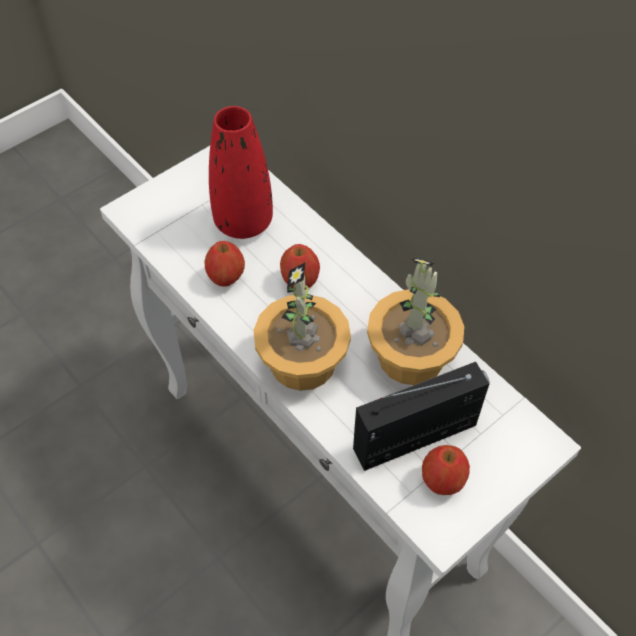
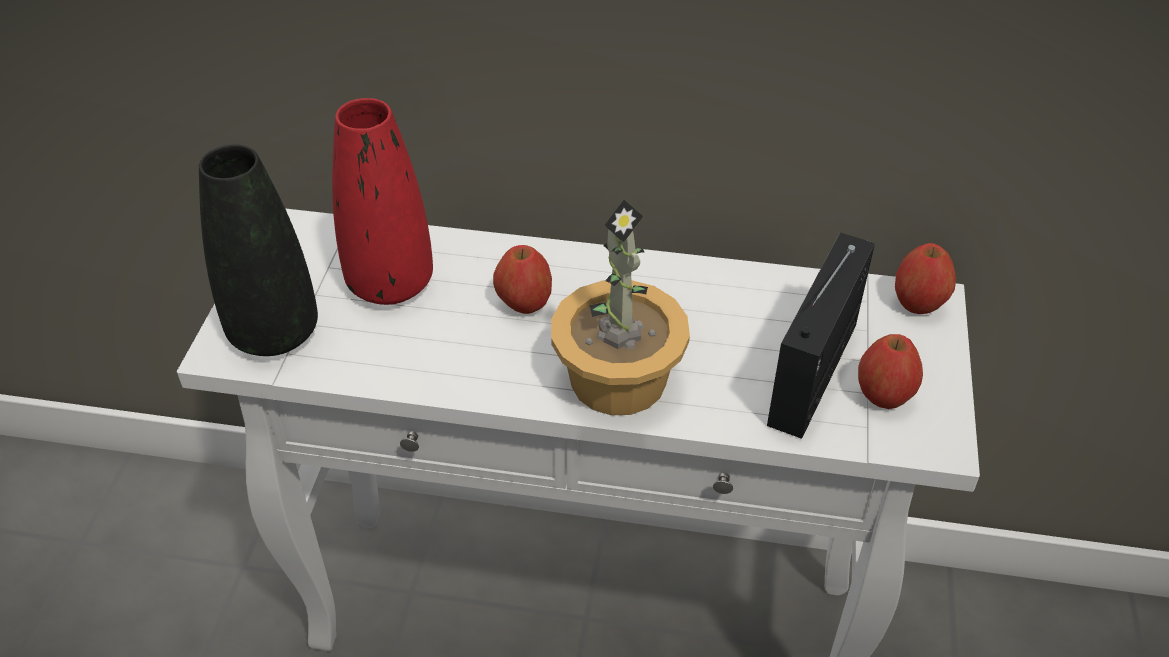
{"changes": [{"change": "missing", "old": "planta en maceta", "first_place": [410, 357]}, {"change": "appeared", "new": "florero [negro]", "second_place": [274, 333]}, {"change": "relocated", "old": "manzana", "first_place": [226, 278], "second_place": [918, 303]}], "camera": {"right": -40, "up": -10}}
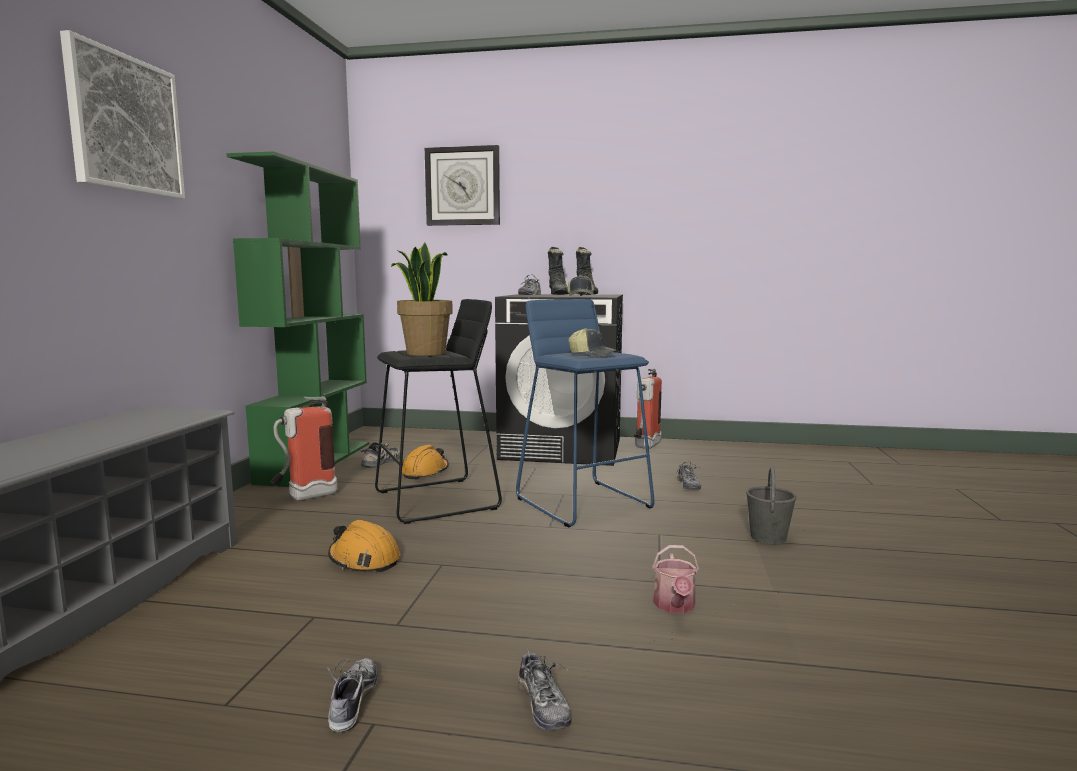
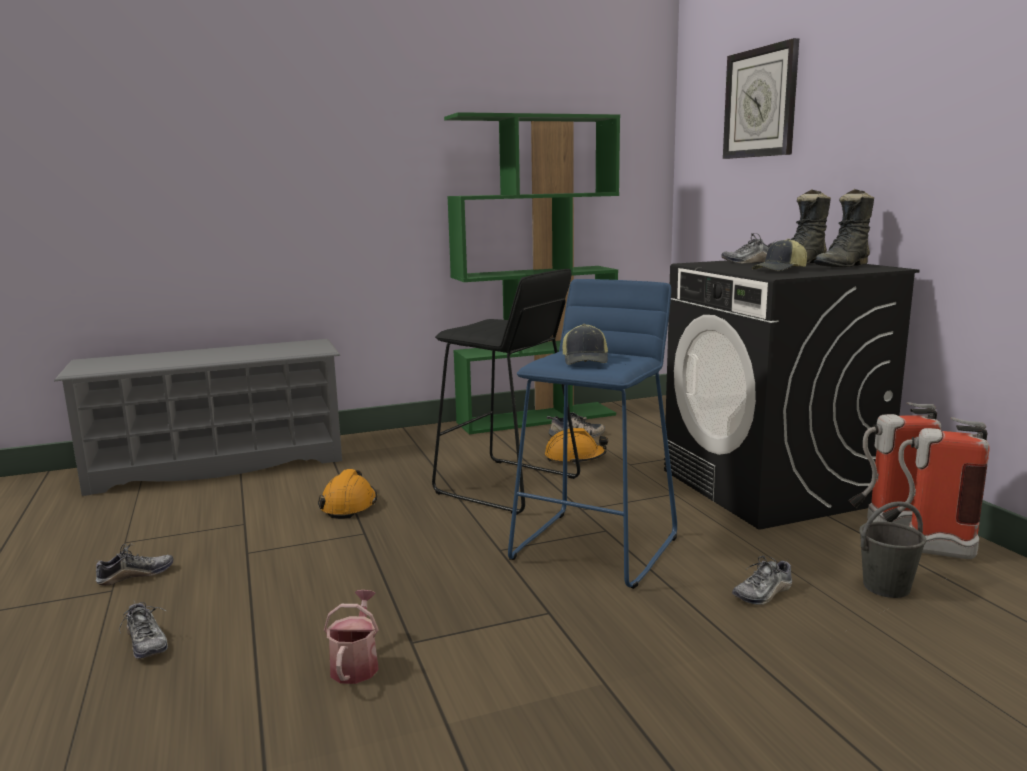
{"changes": [{"change": "missing", "old": "cuadro", "first_place": [125, 124]}, {"change": "missing", "old": "planta en maceta", "first_place": [425, 353]}, {"change": "relocated", "old": "extintor", "first_place": [304, 497], "second_place": [926, 549]}, {"change": "relocated", "old": "cubo [gris]", "first_place": [768, 537], "second_place": [887, 587]}, {"change": "spun", "old": "zapato", "first_place": [543, 705], "second_place": [146, 643], "degrees": -75}, {"change": "spun", "old": "regadera", "first_place": [675, 606], "second_place": [356, 664], "degrees": 120}], "camera": {"right": 60, "up": 5}}
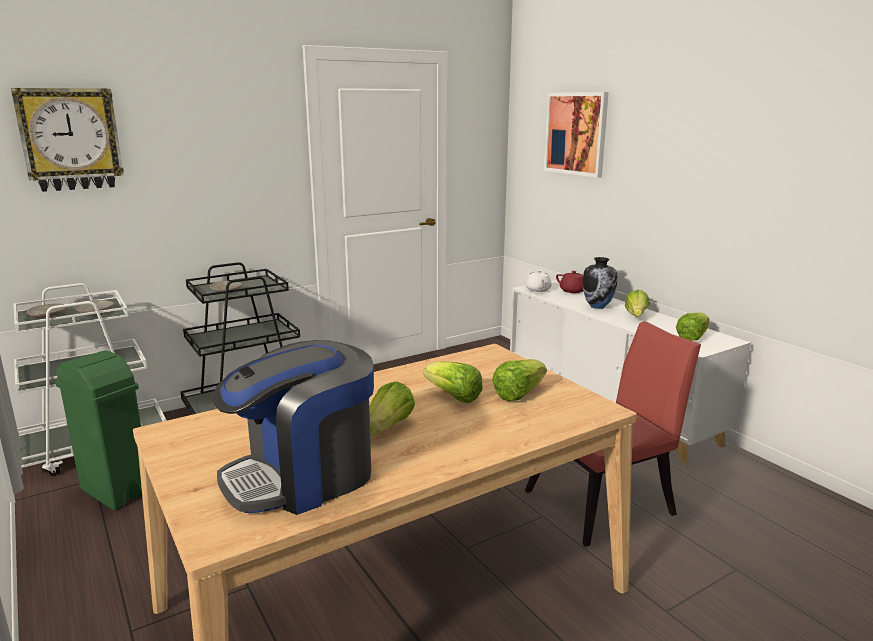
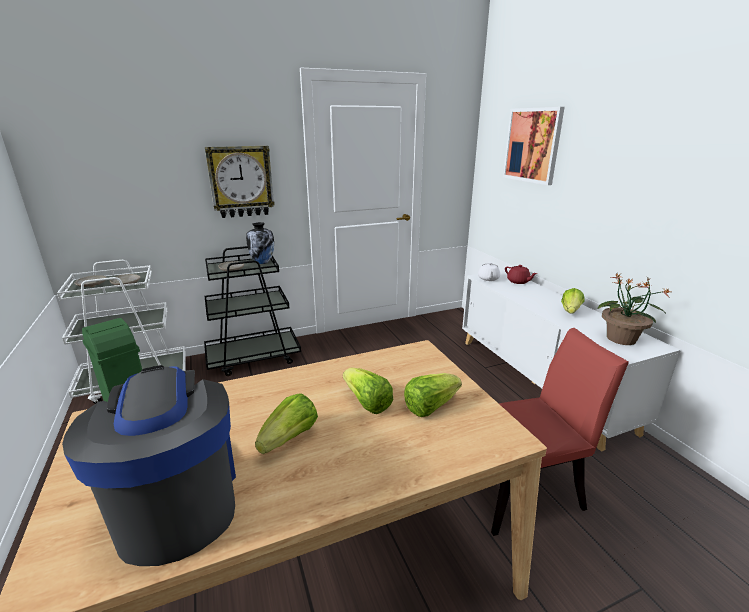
{"changes": [{"change": "relocated", "old": "reloj de pared", "first_place": [70, 139], "second_place": [241, 181]}, {"change": "relocated", "old": "florero", "first_place": [598, 306], "second_place": [263, 262]}, {"change": "exchanged", "old": "lechuga", "new": "planta en maceta", "first_place": [692, 337], "second_place": [621, 339]}, {"change": "spun", "old": "cafetera", "first_place": [303, 476], "second_place": [177, 500], "degrees": 90}], "camera": {"right": 10, "up": 5}}
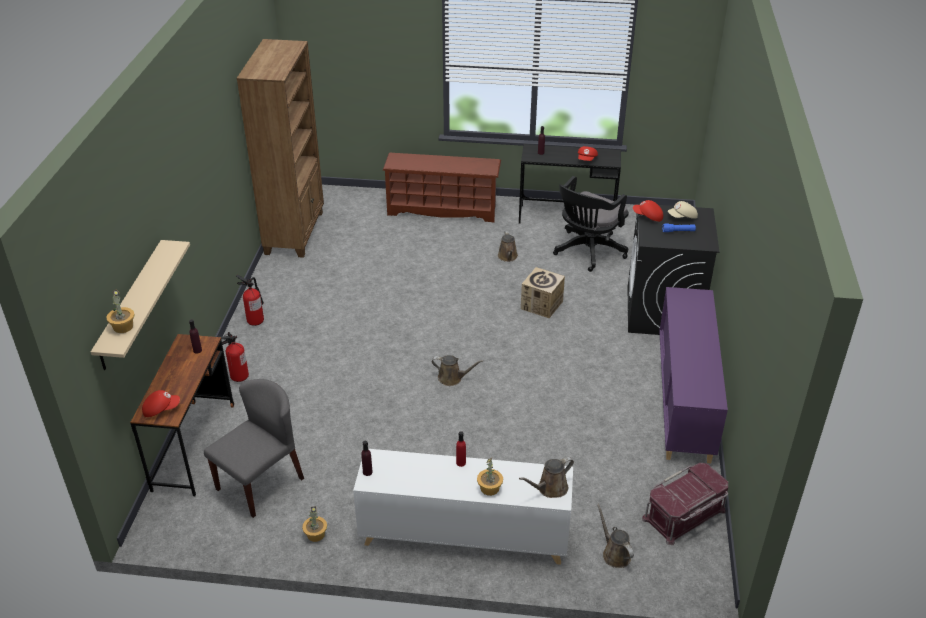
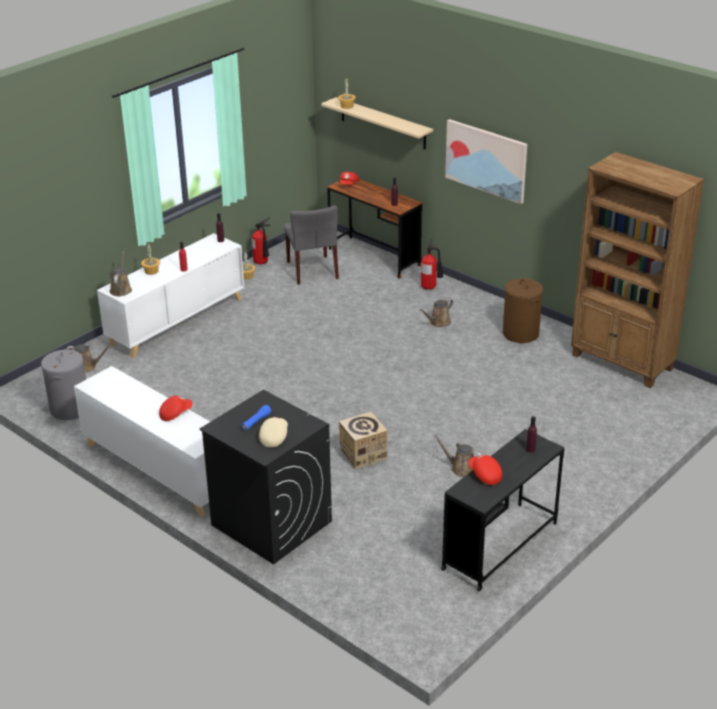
{"changes": [{"change": "missing", "old": "zapatero [marrón]", "first_place": [443, 210]}, {"change": "missing", "old": "silla de oficina [negro]", "first_place": [587, 252]}, {"change": "appeared", "new": "cuadro", "second_place": [486, 160]}, {"change": "appeared", "new": "cesto de la ropa [marrón]", "second_place": [521, 334]}, {"change": "relocated", "old": "extintor", "first_place": [256, 320], "second_place": [262, 263]}, {"change": "relocated", "old": "regadera [marrón]", "first_place": [452, 378], "second_place": [438, 322]}, {"change": "relocated", "old": "gorra [rojo]", "first_place": [648, 217], "second_place": [175, 413]}, {"change": "exchanged", "old": "caja de almacenaje [rojo]", "new": "cesto de la ropa [gris]", "first_place": [685, 515], "second_place": [70, 408]}, {"change": "colour", "old": "armario [morado]", "new": "armario [blanco]", "first_place": [684, 400], "second_place": [158, 469]}], "camera": {"right": 125, "up": -5}}
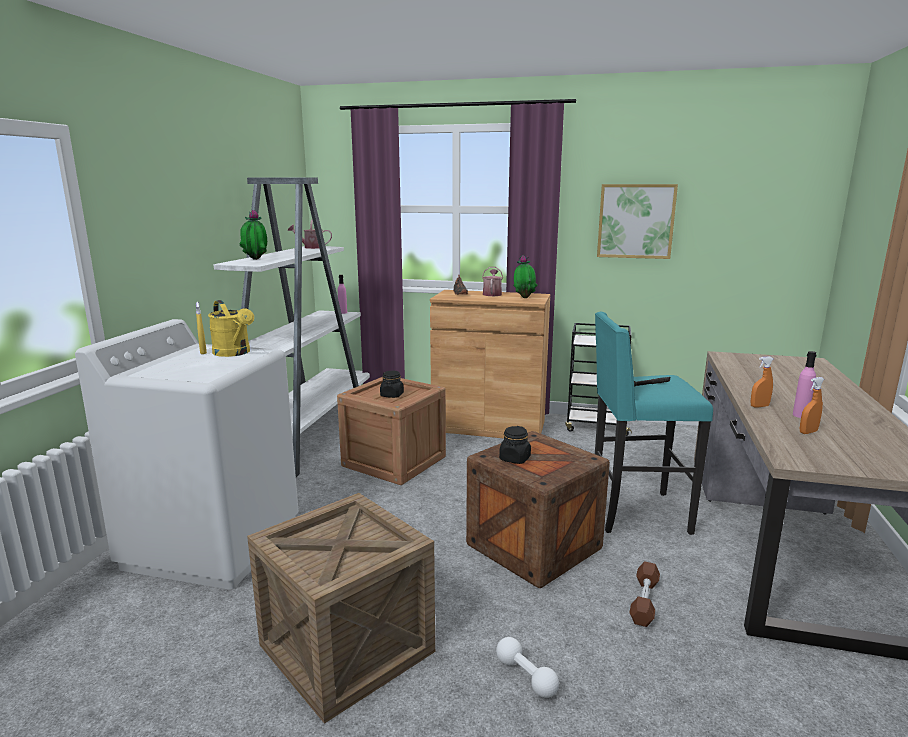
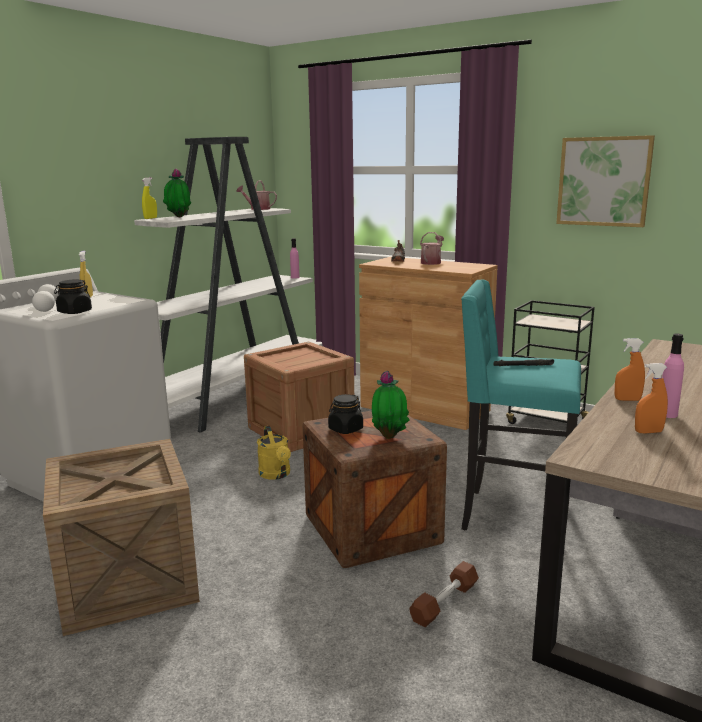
{"changes": [{"change": "appeared", "new": "pulverizador [amarillo]", "second_place": [150, 218]}, {"change": "relocated", "old": "regadera [amarillo]", "first_place": [234, 353], "second_place": [276, 475]}, {"change": "relocated", "old": "tarro [negro]", "first_place": [392, 395], "second_place": [74, 312]}, {"change": "relocated", "old": "mancuerna [blanco]", "first_place": [526, 676], "second_place": [47, 307]}, {"change": "relocated", "old": "planta en maceta", "first_place": [524, 297], "second_place": [389, 436]}], "camera": {"right": 20, "up": 0}}
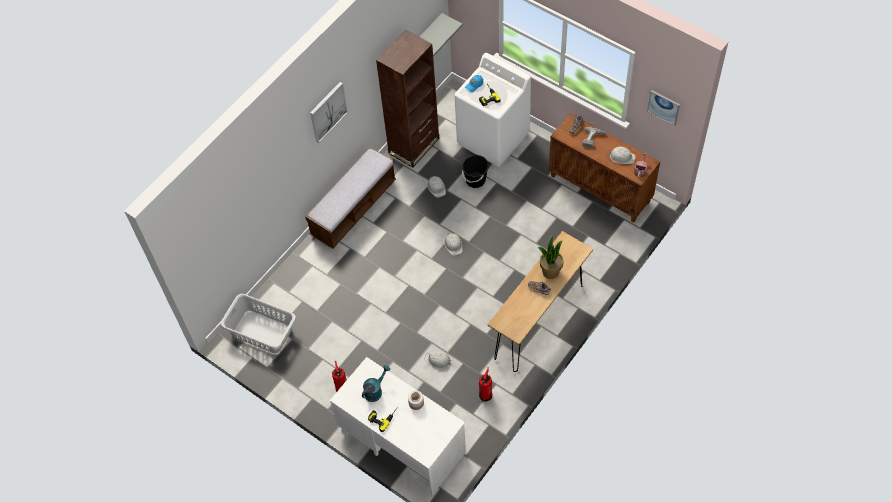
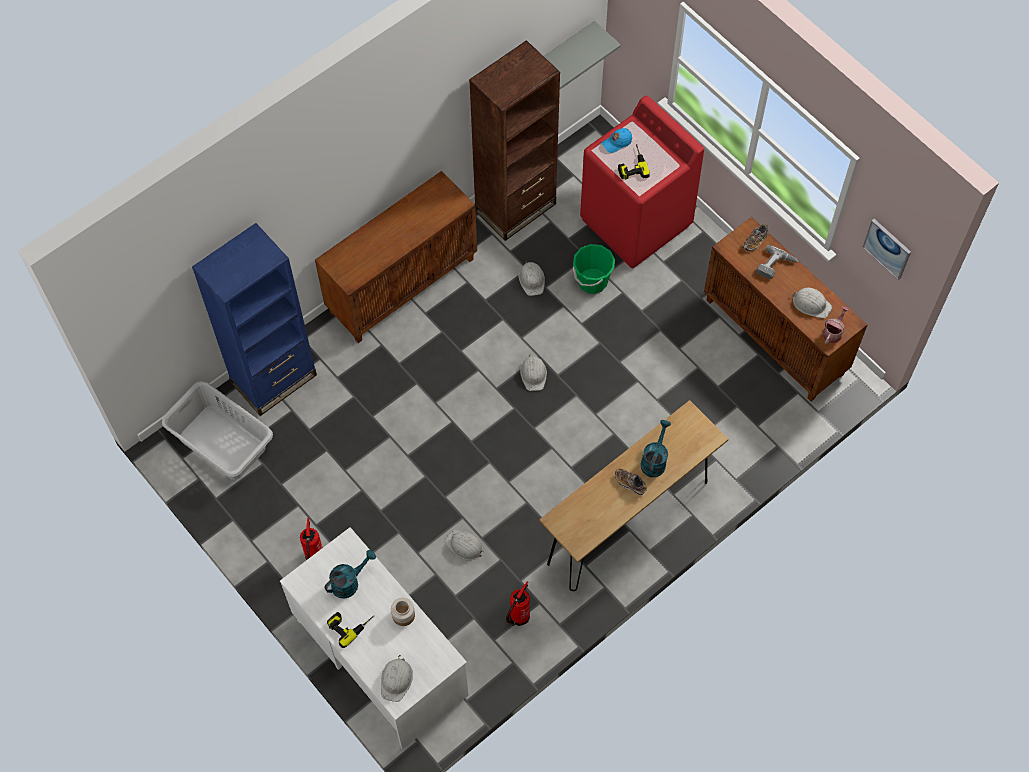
{"changes": [{"change": "missing", "old": "cuadro", "first_place": [328, 111]}, {"change": "appeared", "new": "estantería [azul]", "second_place": [274, 379]}, {"change": "appeared", "new": "casco [blanco]", "second_place": [396, 679]}, {"change": "exchanged", "old": "banco", "new": "armario [marrón]", "first_place": [354, 208], "second_place": [402, 285]}, {"change": "exchanged", "old": "planta en maceta", "new": "regadera [turquesa]", "first_place": [550, 271], "second_place": [654, 460]}, {"change": "colour", "old": "lavadora [blanco]", "new": "lavadora [rojo]", "first_place": [493, 138], "second_place": [636, 222]}, {"change": "colour", "old": "cubo [negro]", "new": "cubo [verde]", "first_place": [475, 180], "second_place": [592, 281]}], "camera": {"right": 10, "up": 5}}
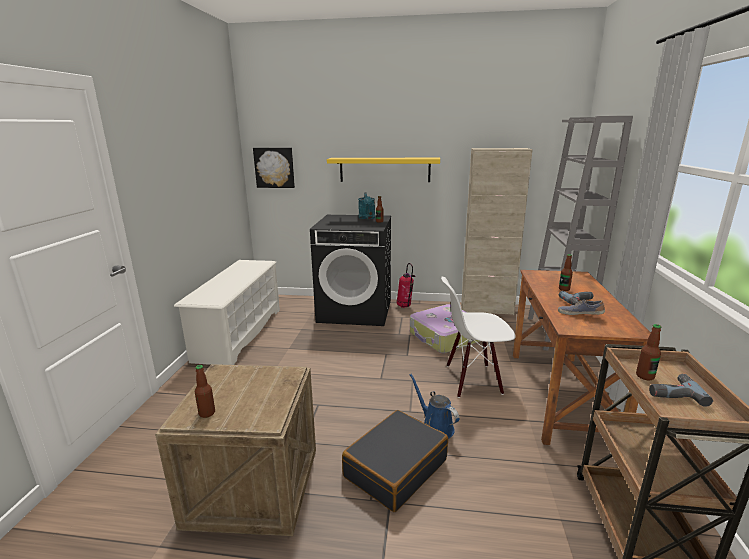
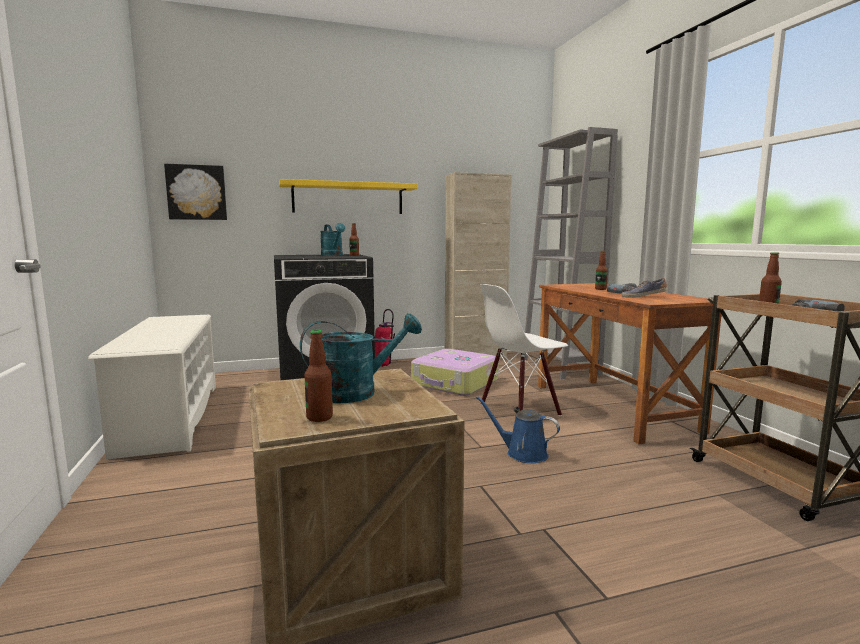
{"changes": [{"change": "missing", "old": "maleta [negro]", "first_place": [395, 468]}, {"change": "appeared", "new": "regadera [turquesa]", "second_place": [358, 392]}], "camera": {"right": -25, "up": -10}}
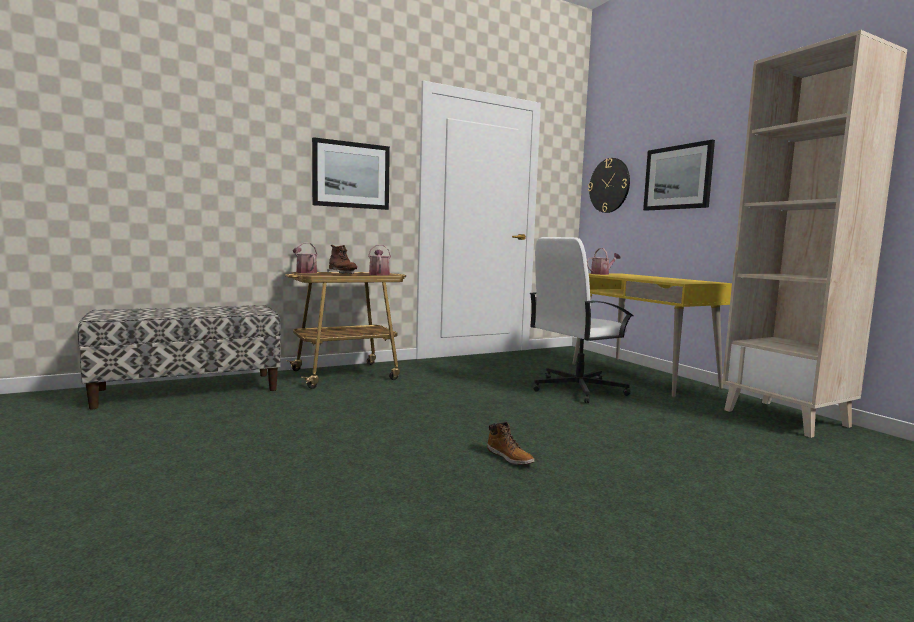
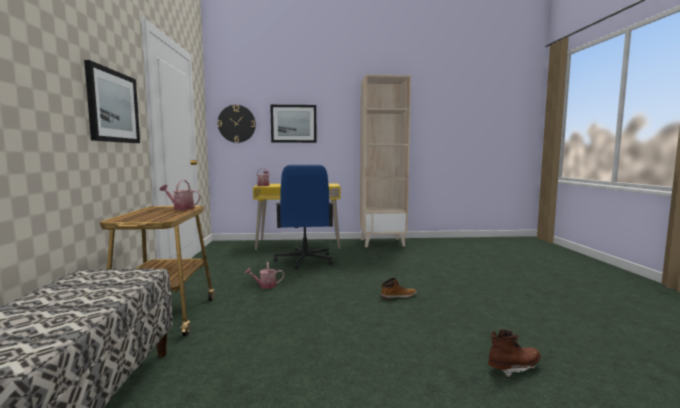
{"changes": [{"change": "relocated", "old": "regadera", "first_place": [305, 272], "second_place": [265, 286]}, {"change": "relocated", "old": "bota [marrón]", "first_place": [342, 274], "second_place": [513, 368]}, {"change": "colour", "old": "silla de oficina [blanco]", "new": "silla de oficina [azul]", "first_place": [576, 389], "second_place": [304, 260]}], "camera": {"right": -65, "up": 0}}
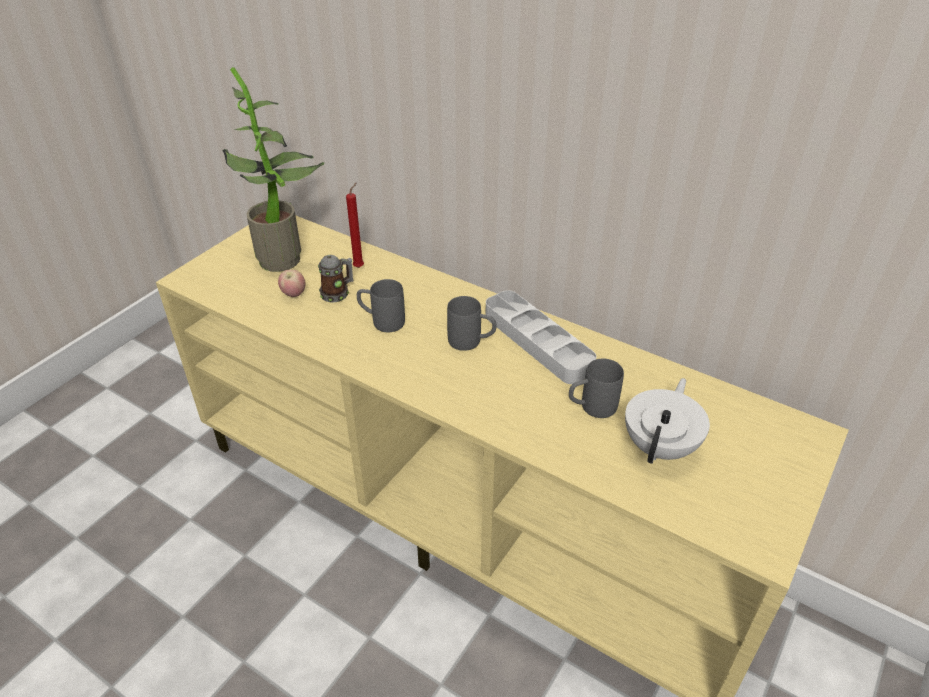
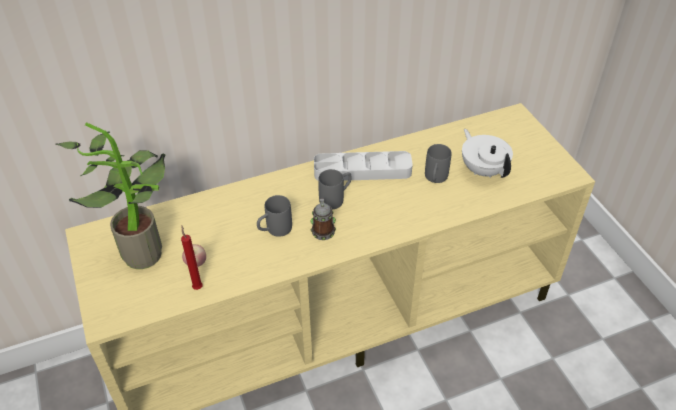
{"changes": [{"change": "relocated", "old": "taza grande", "first_place": [337, 293], "second_place": [323, 229]}, {"change": "relocated", "old": "vela [rojo]", "first_place": [360, 266], "second_place": [197, 286]}], "camera": {"right": -55, "up": 5}}
